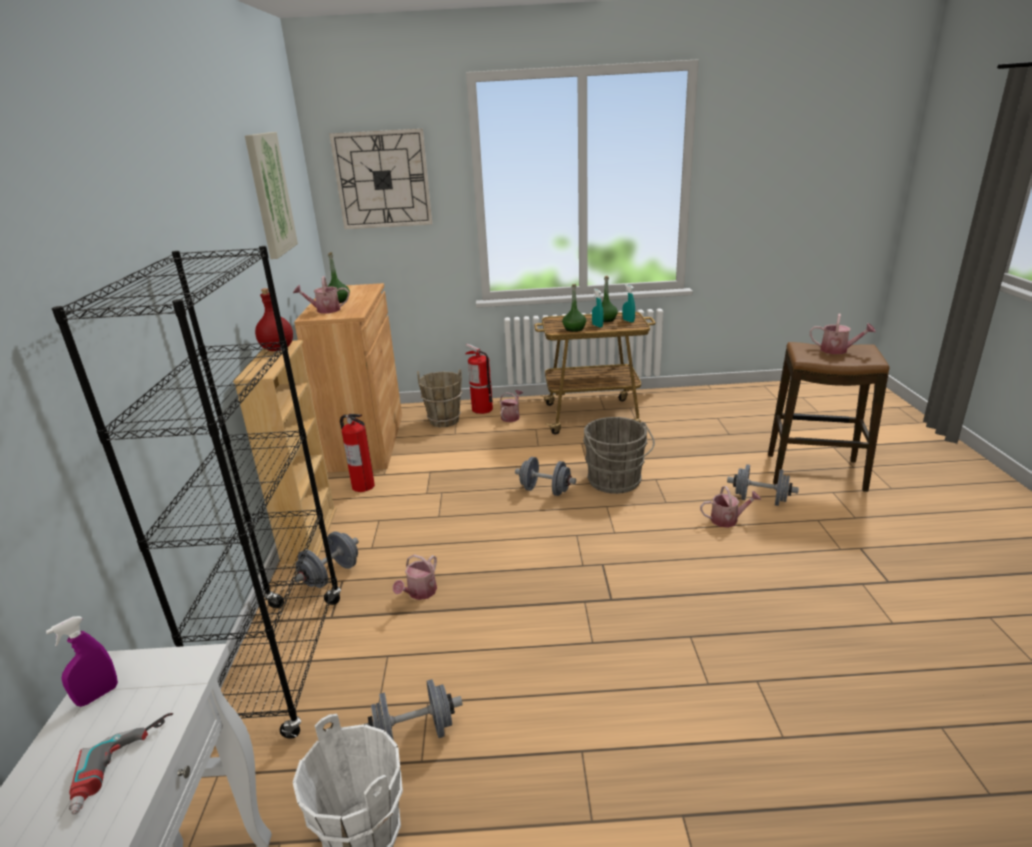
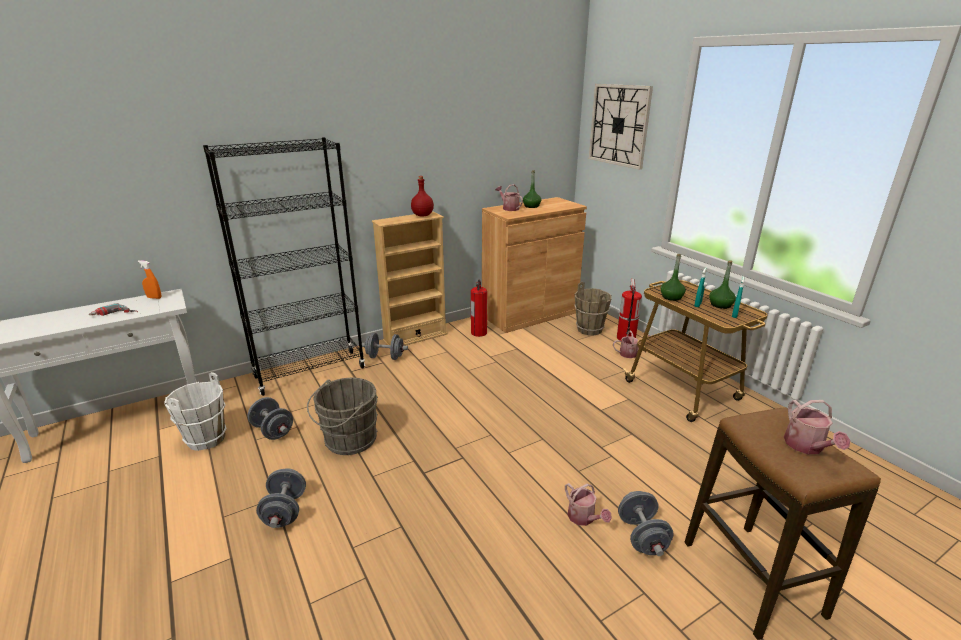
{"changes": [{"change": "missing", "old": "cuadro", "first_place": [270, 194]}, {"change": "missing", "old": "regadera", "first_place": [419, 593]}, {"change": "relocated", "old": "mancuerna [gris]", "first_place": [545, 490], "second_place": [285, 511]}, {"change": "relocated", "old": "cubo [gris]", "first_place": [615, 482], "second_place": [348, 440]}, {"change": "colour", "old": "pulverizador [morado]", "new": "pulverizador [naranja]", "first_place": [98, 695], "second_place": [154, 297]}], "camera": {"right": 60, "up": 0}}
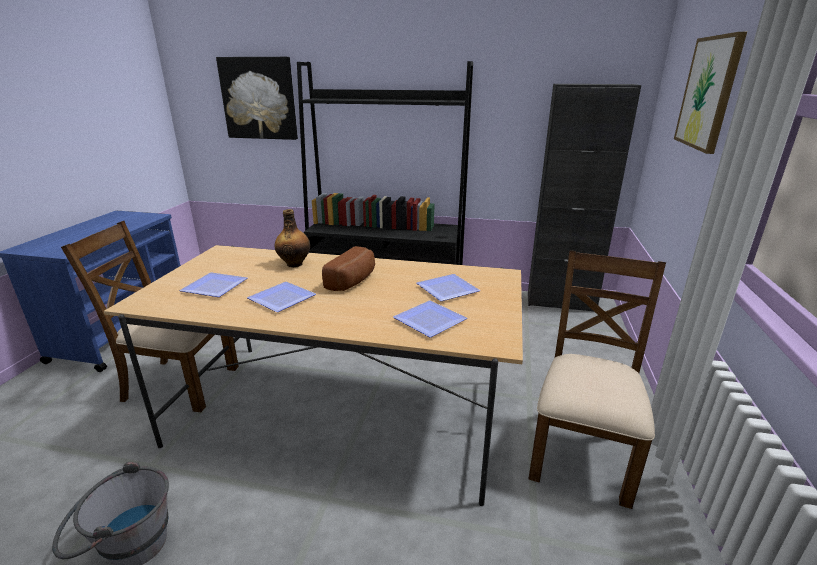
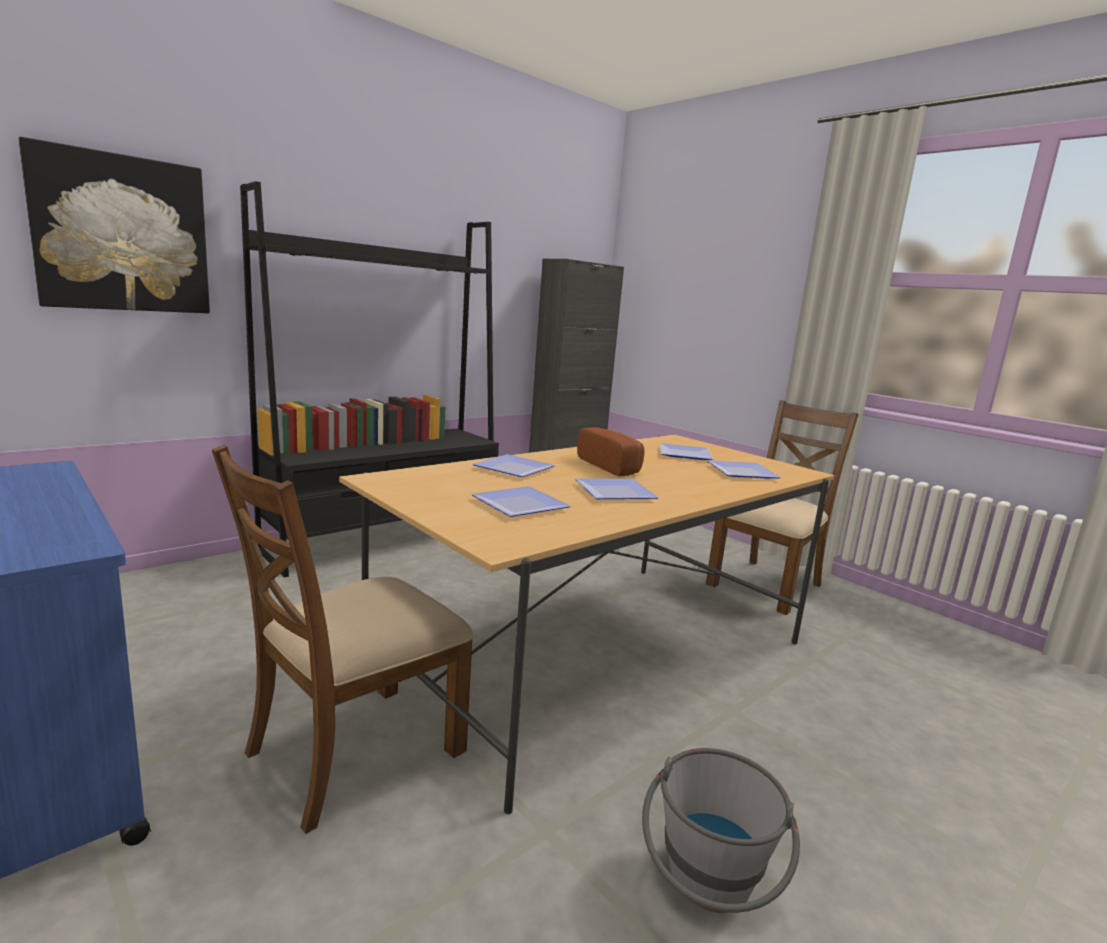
{"changes": [{"change": "missing", "old": "cuadro", "first_place": [708, 93]}, {"change": "exchanged", "old": "botella", "new": "plato", "first_place": [295, 264], "second_place": [513, 468]}, {"change": "spun", "old": "silla [marrón]", "first_place": [581, 452], "second_place": [766, 584], "degrees": 75}], "camera": {"right": -55, "up": -10}}
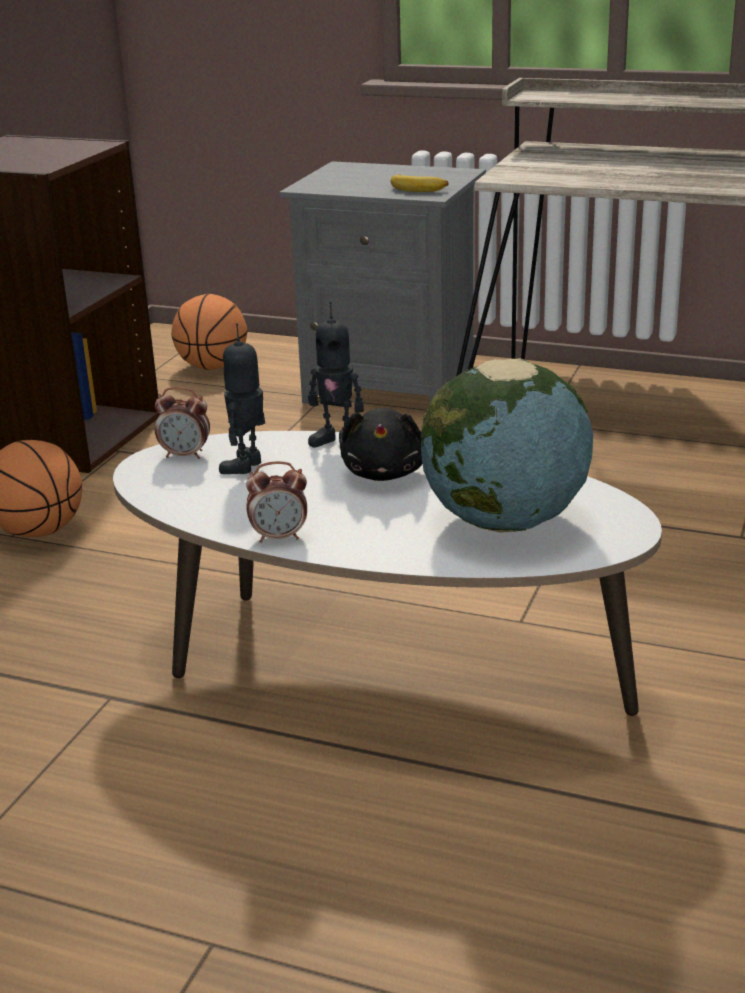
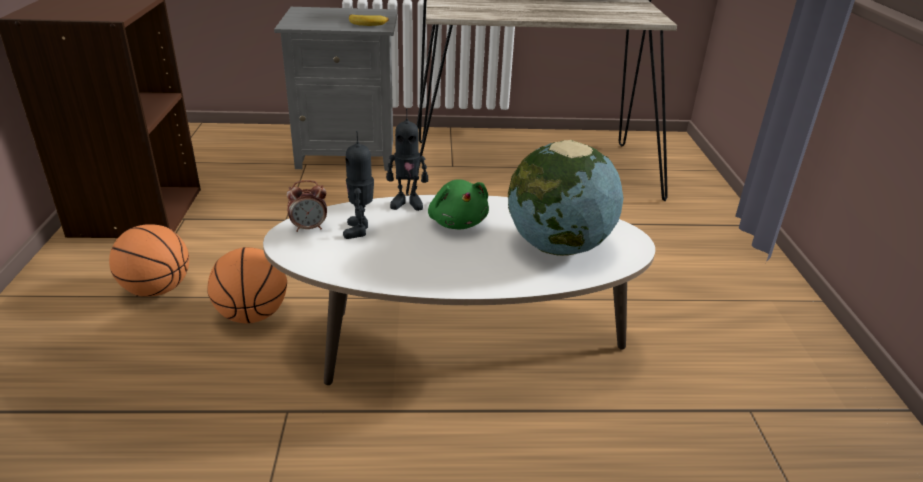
{"changes": [{"change": "missing", "old": "despertador", "first_place": [279, 537]}, {"change": "relocated", "old": "balón de baloncesto", "first_place": [212, 367], "second_place": [252, 315]}, {"change": "colour", "old": "peluche [negro]", "new": "peluche [verde]", "first_place": [385, 473], "second_place": [457, 222]}], "camera": {"right": -25, "up": 5}}
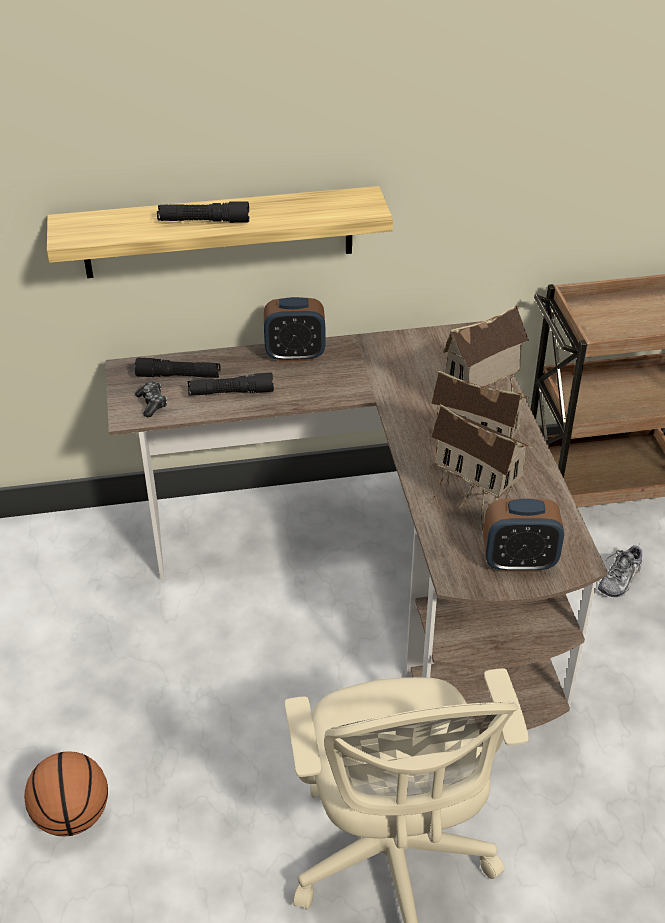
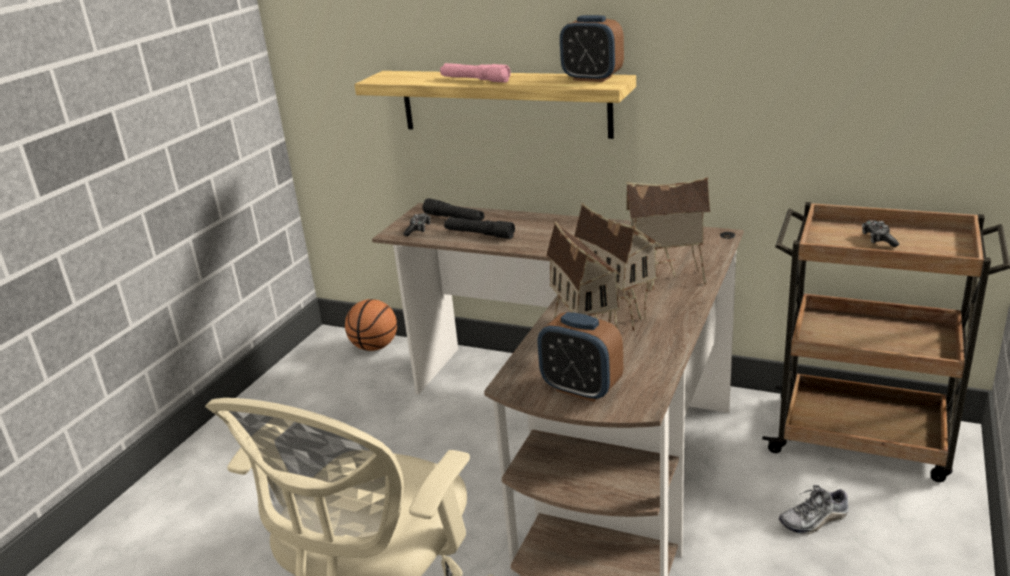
{"changes": [{"change": "appeared", "new": "mando de consola", "second_place": [878, 240]}, {"change": "relocated", "old": "balón de baloncesto", "first_place": [73, 816], "second_place": [375, 347]}, {"change": "relocated", "old": "despertador", "first_place": [295, 354], "second_place": [592, 78]}, {"change": "colour", "old": "linterna [negro]", "new": "linterna [rosa]", "first_place": [204, 221], "second_place": [475, 80]}], "camera": {"right": 35, "up": -15}}
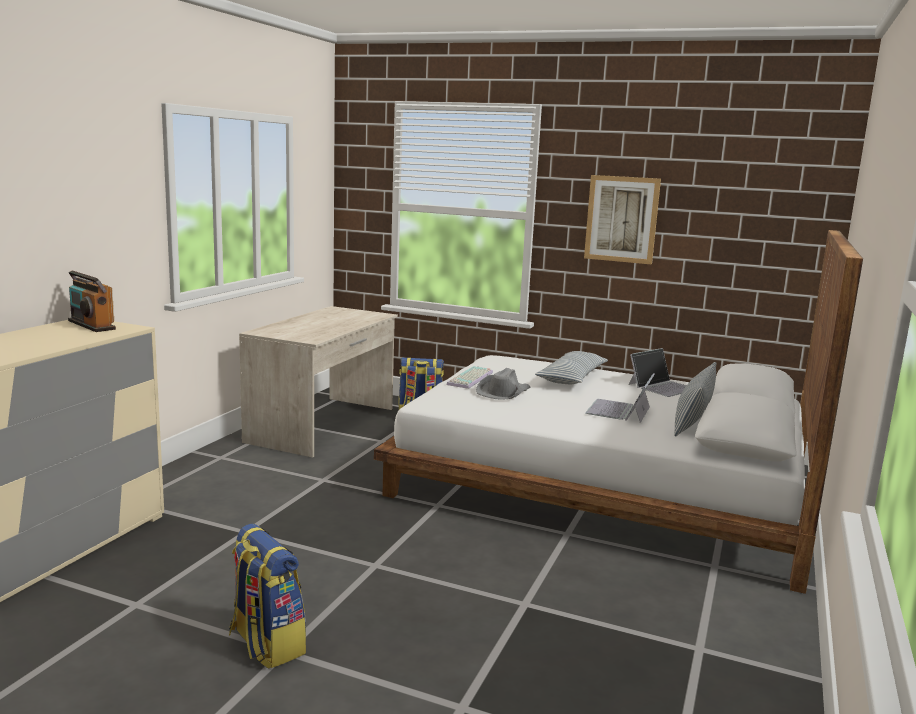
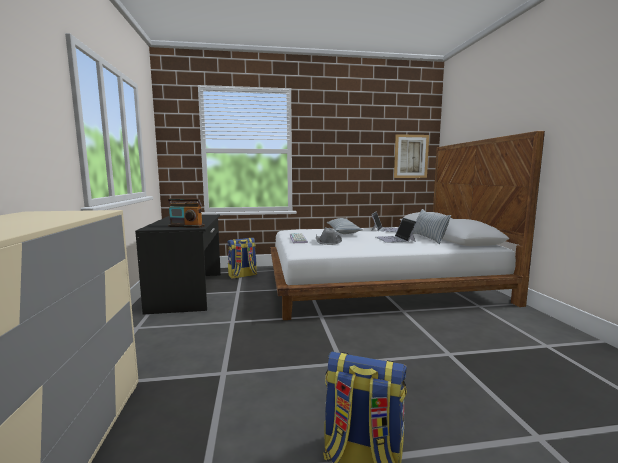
{"changes": [{"change": "relocated", "old": "radio", "first_place": [91, 325], "second_place": [186, 226]}, {"change": "relocated", "old": "cuadro", "first_place": [621, 219], "second_place": [411, 156]}, {"change": "colour", "old": "escritorio [beis]", "new": "escritorio [negro]", "first_place": [324, 425], "second_place": [189, 291]}], "camera": {"right": -30, "up": -5}}
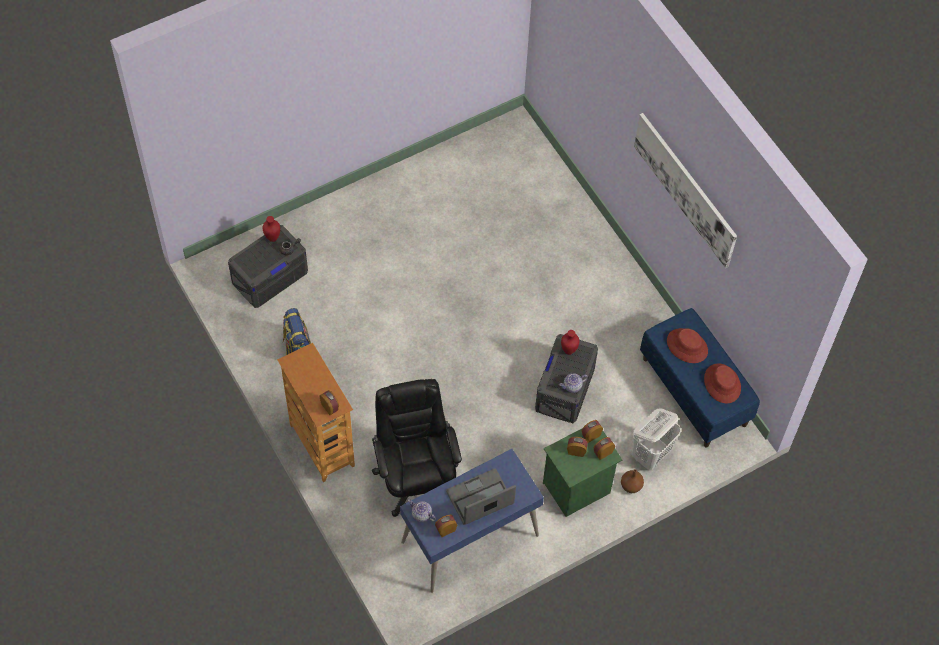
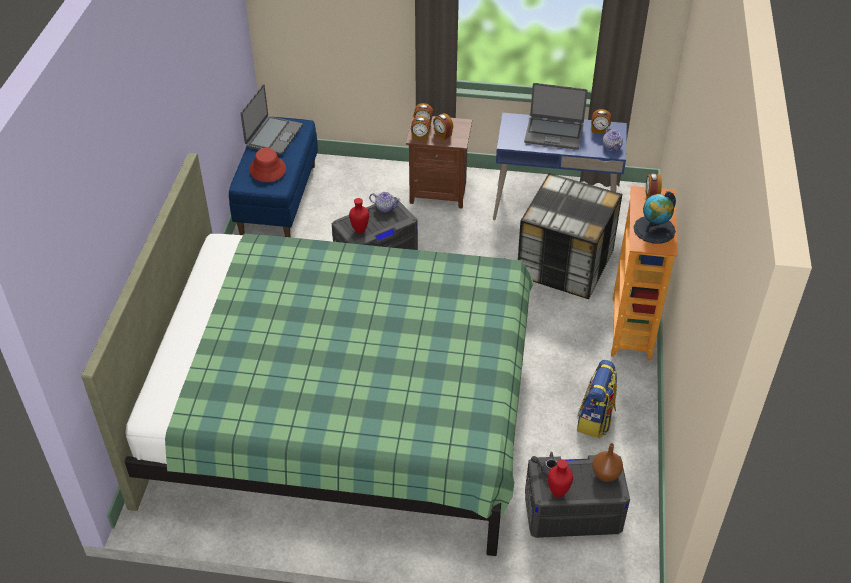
{"changes": [{"change": "missing", "old": "cesto de la ropa [blanco]", "first_place": [651, 454]}, {"change": "missing", "old": "cuadro", "first_place": [685, 189]}, {"change": "appeared", "new": "cama [verde]", "second_place": [342, 409]}, {"change": "appeared", "new": "globo terráqueo", "second_place": [654, 229]}, {"change": "relocated", "old": "florero [marrón]", "first_place": [630, 486], "second_place": [606, 475]}, {"change": "exchanged", "old": "silla de oficina [negro]", "new": "caja de almacenaje", "first_place": [416, 477], "second_place": [564, 264]}, {"change": "exchanged", "old": "sombrero [rojo]", "new": "portátil", "first_place": [722, 383], "second_place": [273, 136]}, {"change": "colour", "old": "mesita de noche [verde]", "new": "mesita de noche [marrón]", "first_place": [577, 489], "second_place": [439, 192]}], "camera": {"right": -140, "up": -15}}
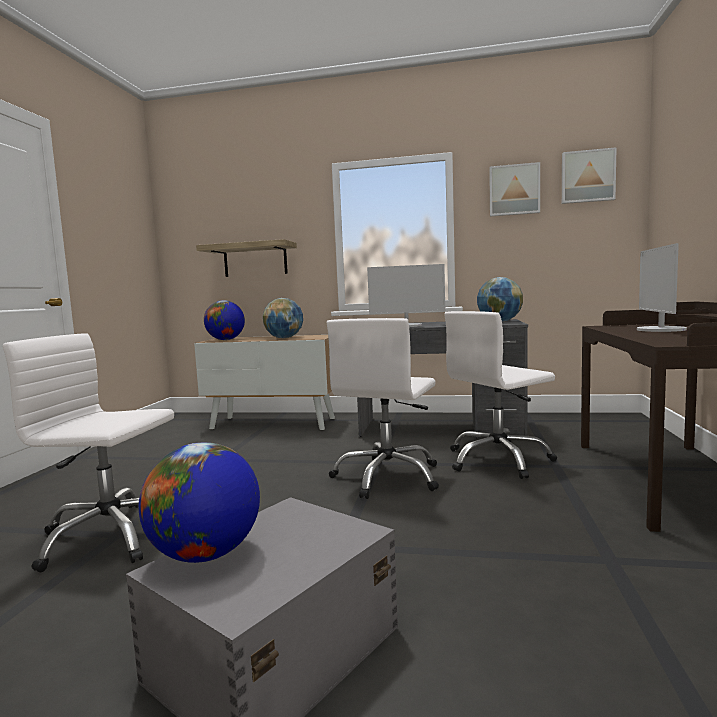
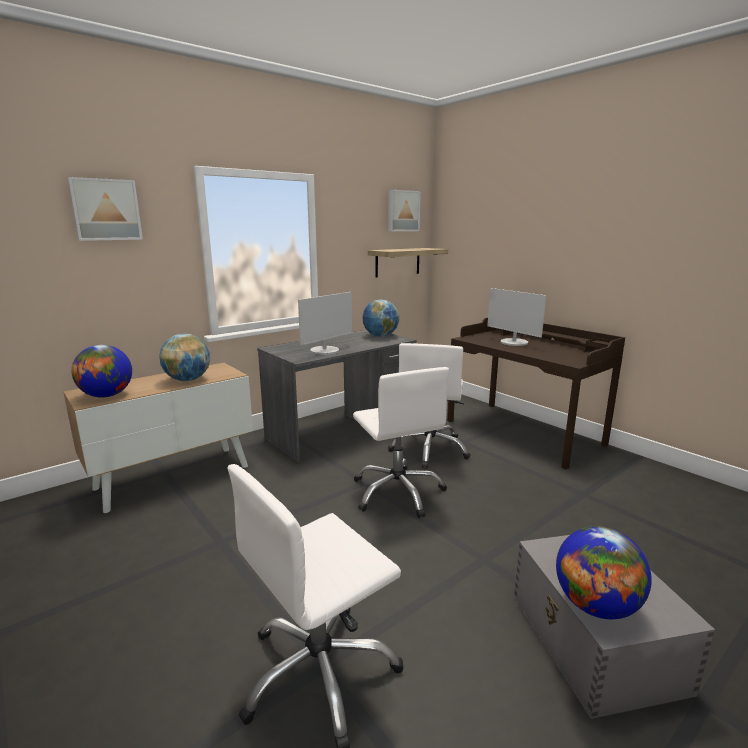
{"changes": [{"change": "relocated", "old": "estante", "first_place": [255, 260], "second_place": [397, 262]}, {"change": "relocated", "old": "cuadro", "first_place": [514, 190], "second_place": [105, 210]}], "camera": {"right": -50, "up": 10}}
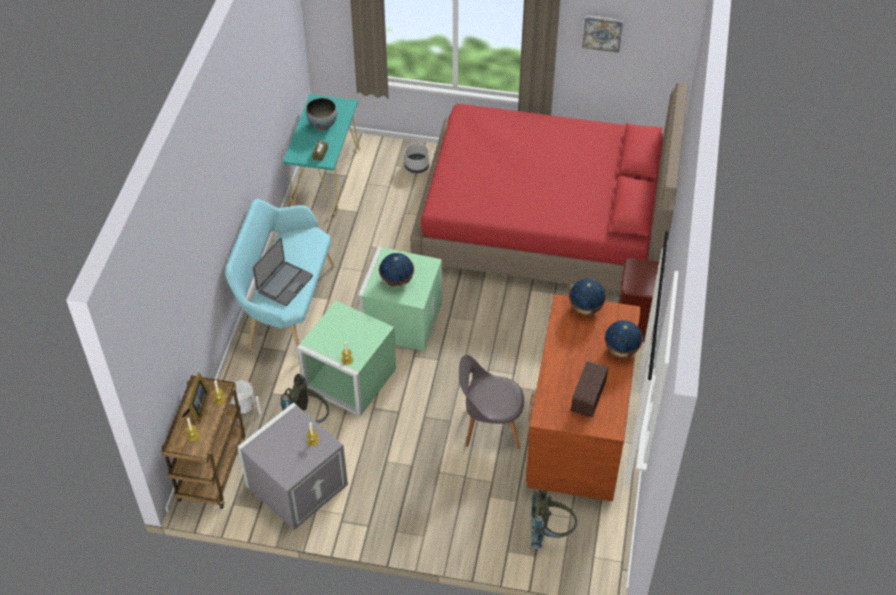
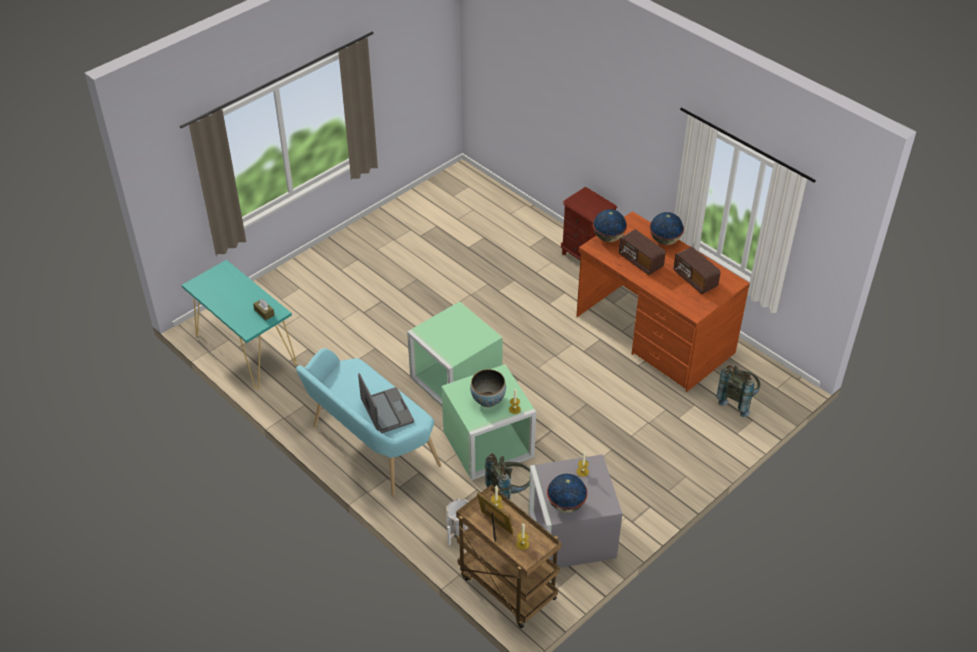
{"changes": [{"change": "missing", "old": "maceta [gris]", "first_place": [417, 166]}, {"change": "missing", "old": "cama [rojo]", "first_place": [544, 224]}, {"change": "missing", "old": "silla [gris]", "first_place": [490, 425]}, {"change": "missing", "old": "cuadro", "first_place": [602, 32]}, {"change": "appeared", "new": "radio", "second_place": [640, 261]}, {"change": "relocated", "old": "cuenco", "first_place": [322, 125], "second_place": [488, 400]}, {"change": "relocated", "old": "globo terráqueo", "first_place": [396, 280], "second_place": [565, 505]}], "camera": {"right": -55, "up": -5}}
